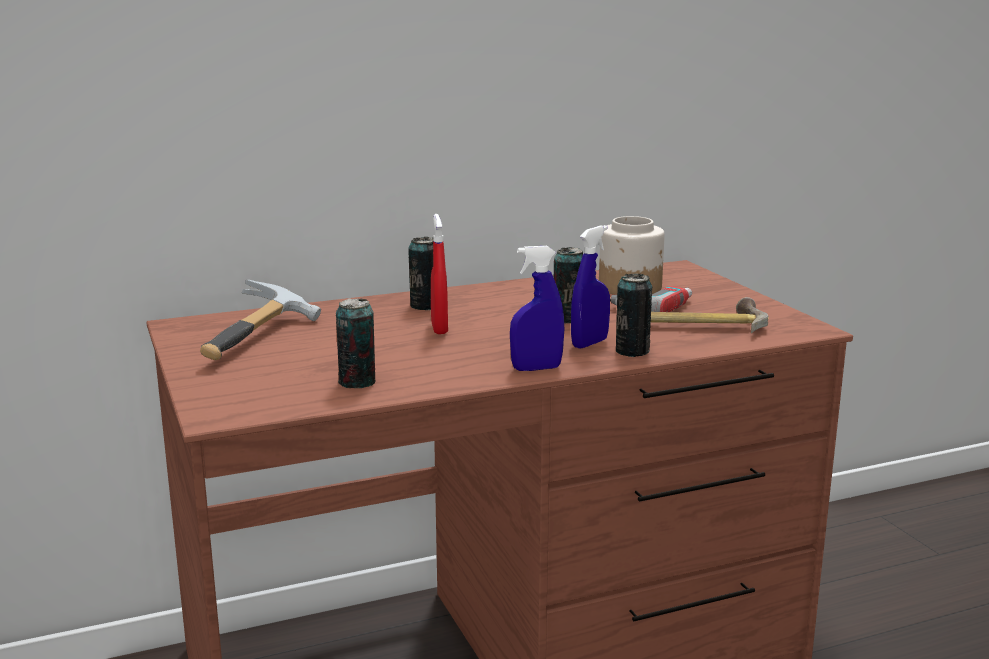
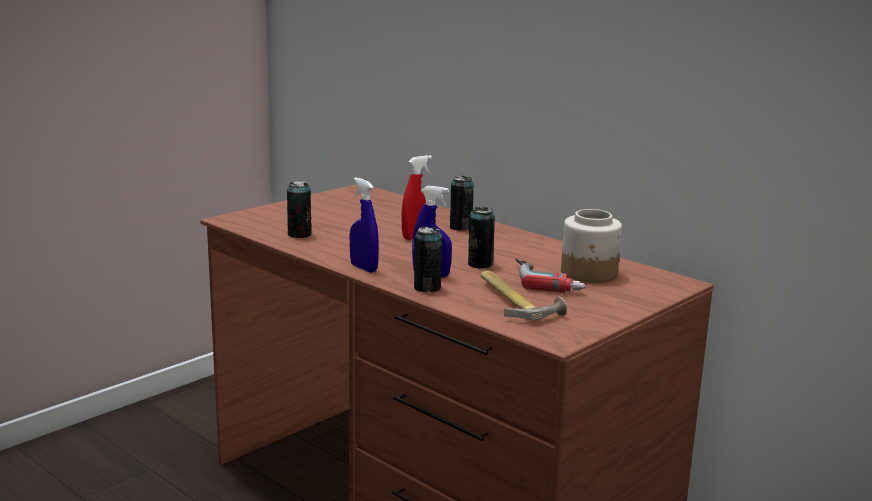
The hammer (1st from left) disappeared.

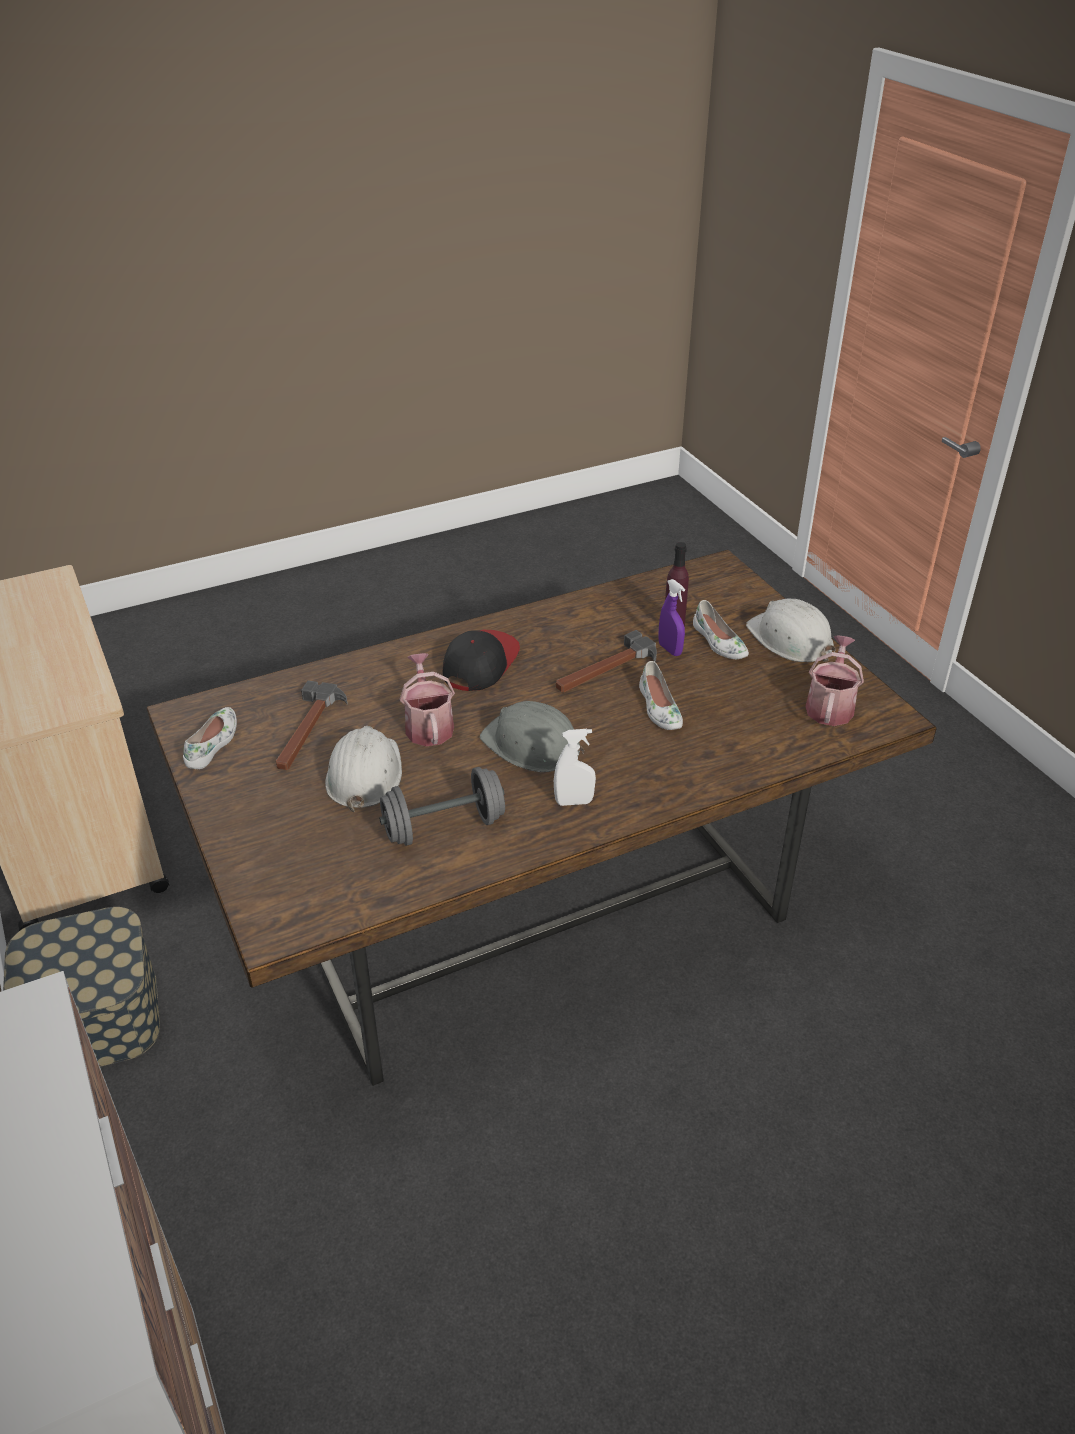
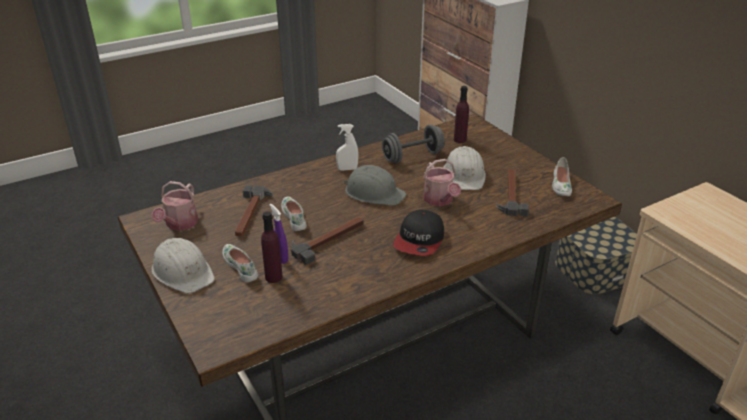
The bottle (purple) (2nd from left) appeared.
The hammer (1st from left) appeared.

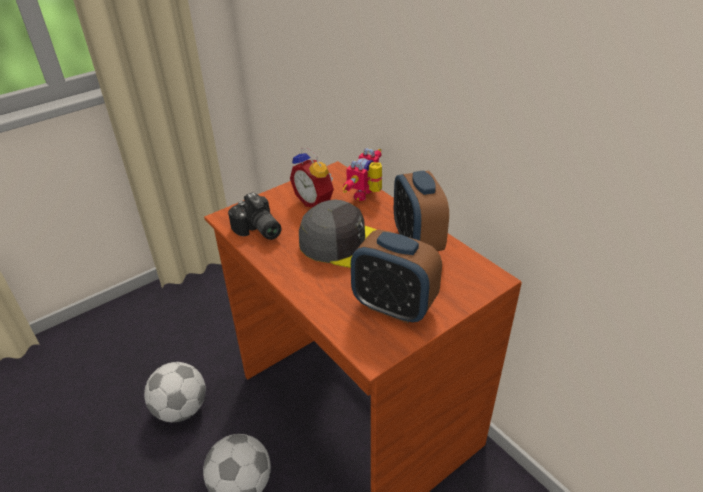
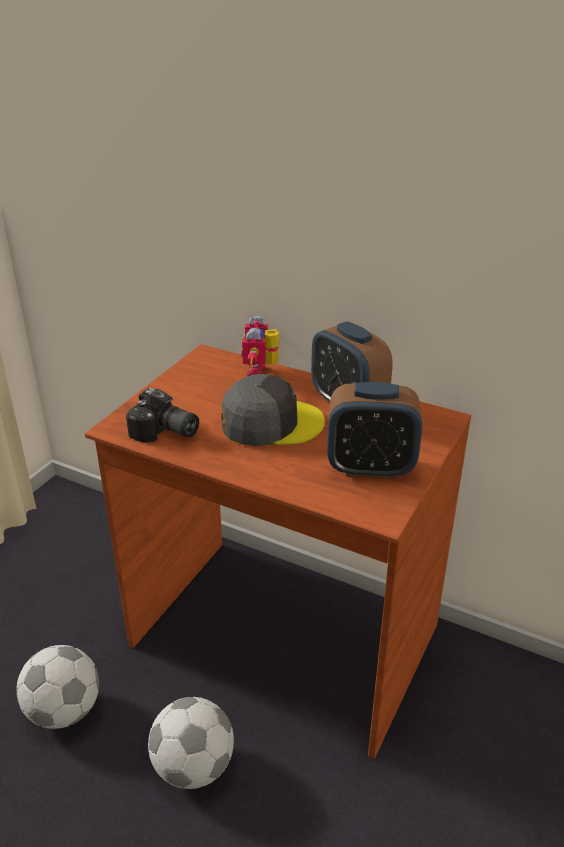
The alarm clock (1st from left) disappeared.

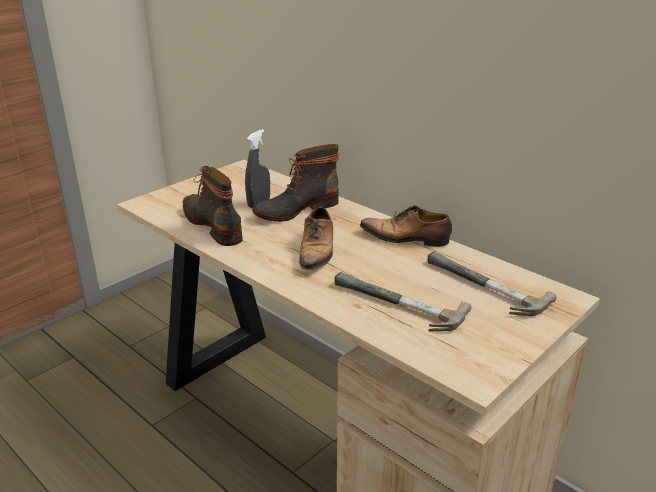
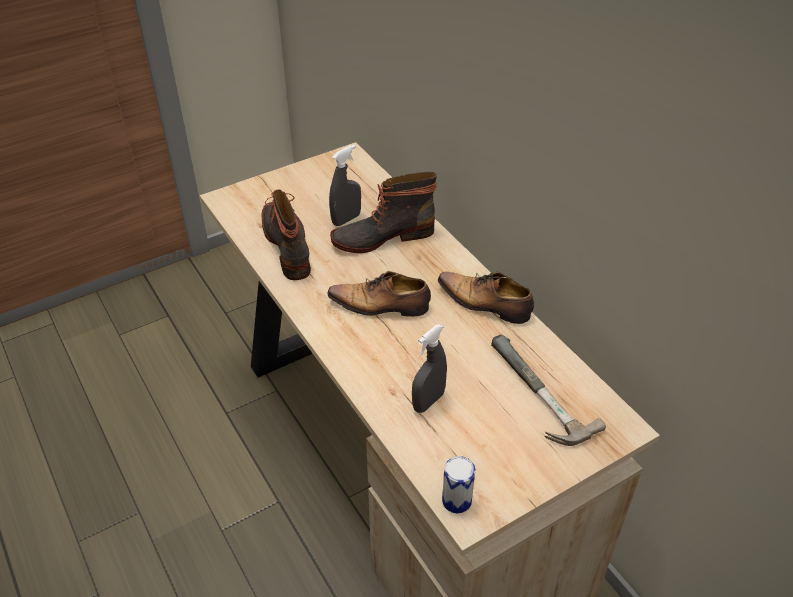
The shoe (1st from left) turned 75 degrees clockwise.
The hammer (1st from left) was replaced by the spray bottle (grey) (2nd from left).
The can appeared.

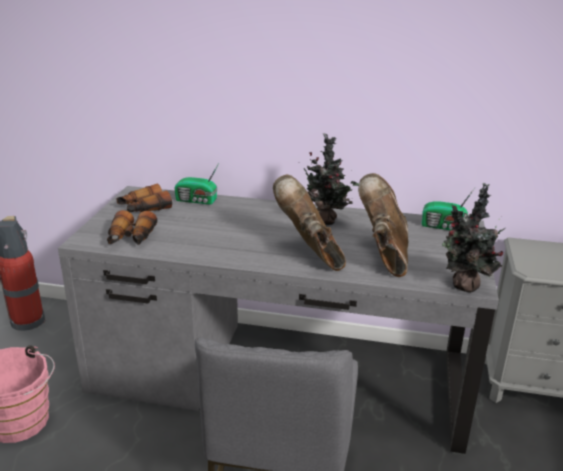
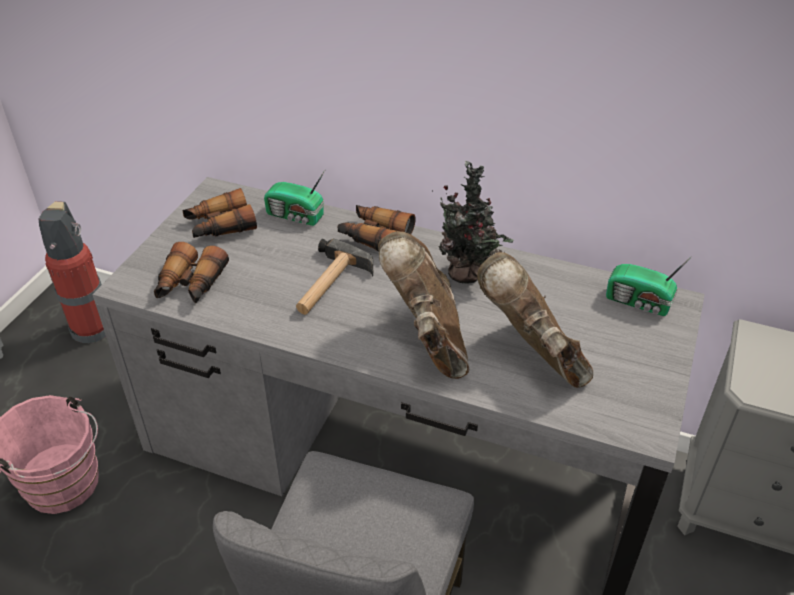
The boot (brown) (2nd from left) turned 45 degrees counterclockwise.
The potted plant (2nd from left) disappeared.
The binoculars (3rd from left) appeared.
The hammer appeared.

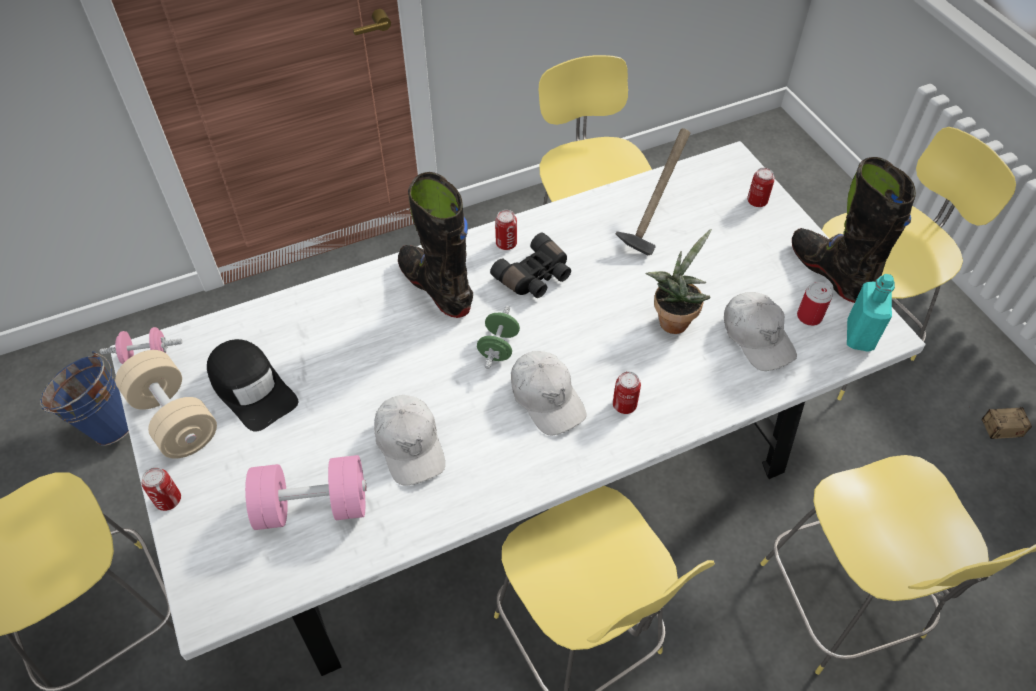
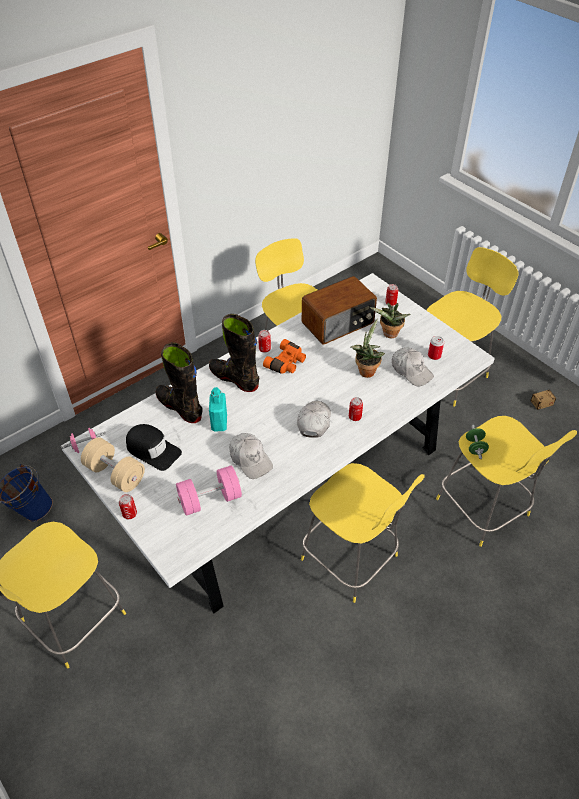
The hammer was replaced by the radio.
The boot (black) (2nd from left in the first image) moved.
The binoculars (black) became the binoculars (orange).
The bottle (turquoise) moved.
The dumbbell (green) moved.
The cap (white) (2nd from left) turned 120 degrees counterclockwise.
The potted plant (2nd from left) appeared.

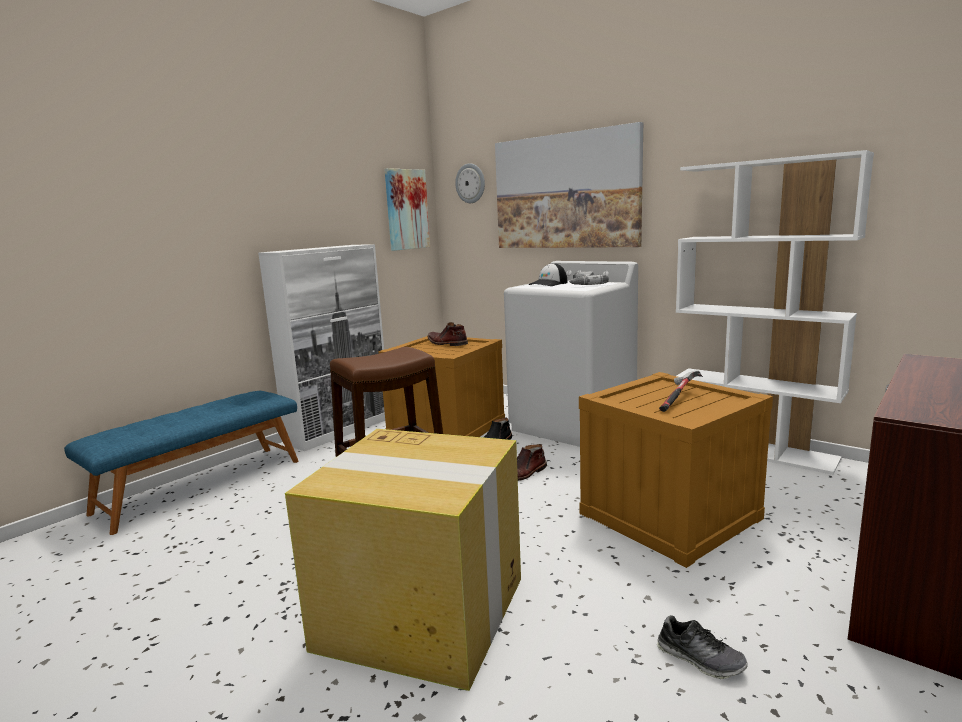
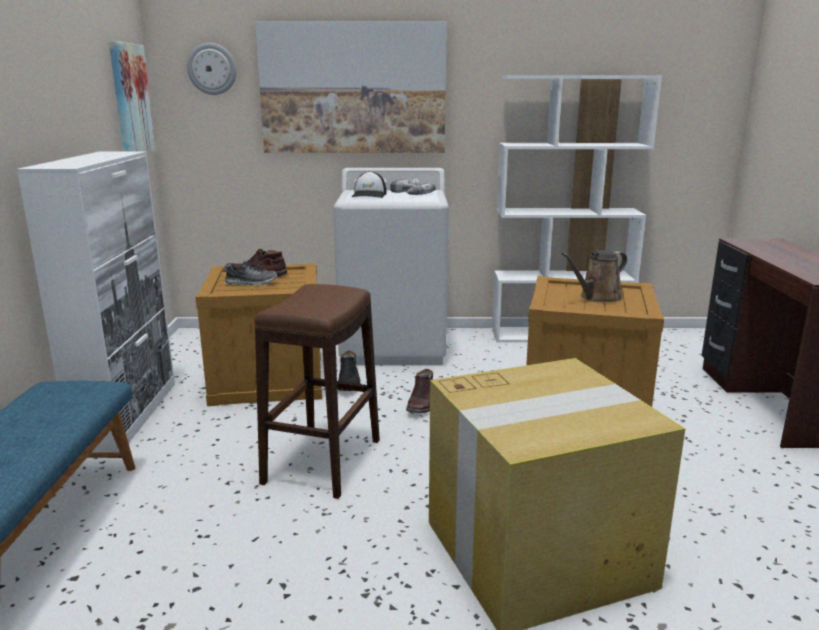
The hammer was replaced by the watering can (brown).
The shoe moved.

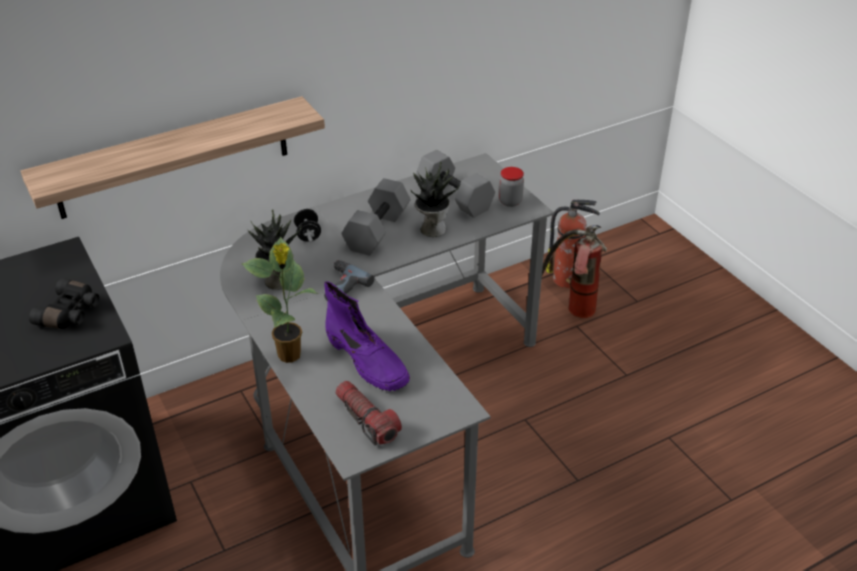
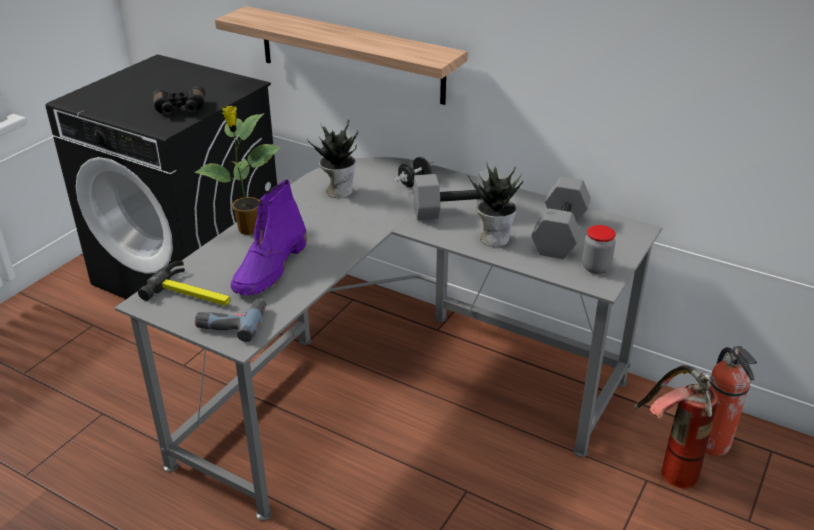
The power drill moved.
The flashlight was replaced by the hammer.

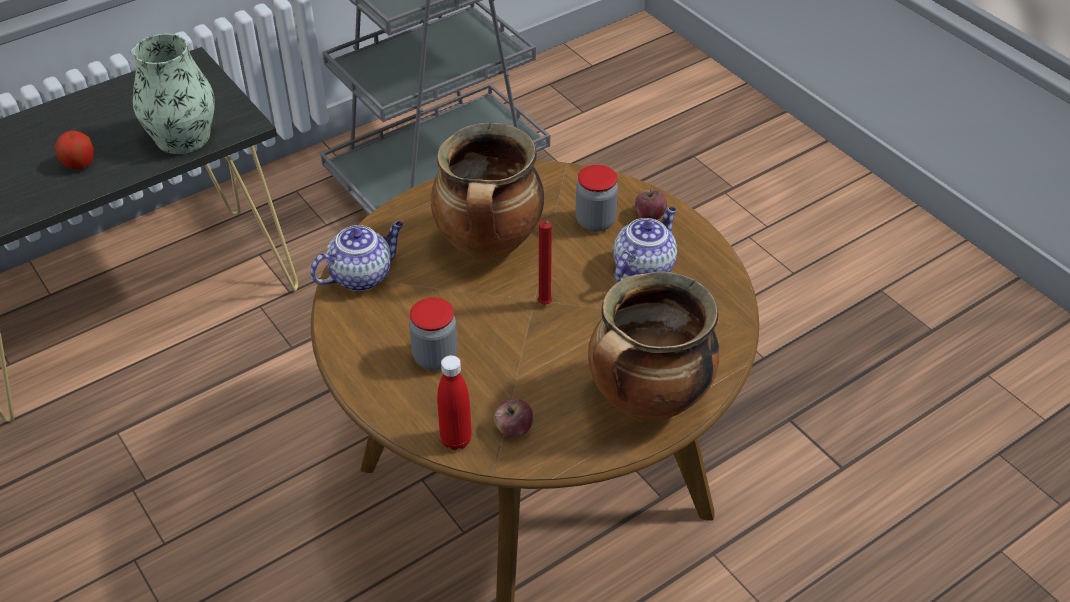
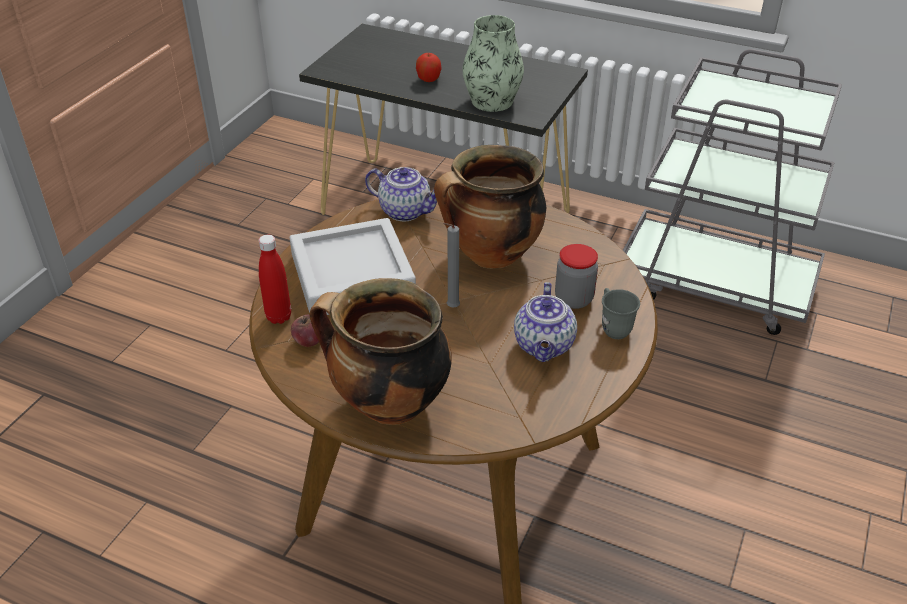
The apple (3rd from left) was replaced by the mug (grey).
The teapot (2nd from left) turned 90 degrees clockwise.
The candle (red) became the candle (grey).
The jar (1st from left) was replaced by the tray (grey).

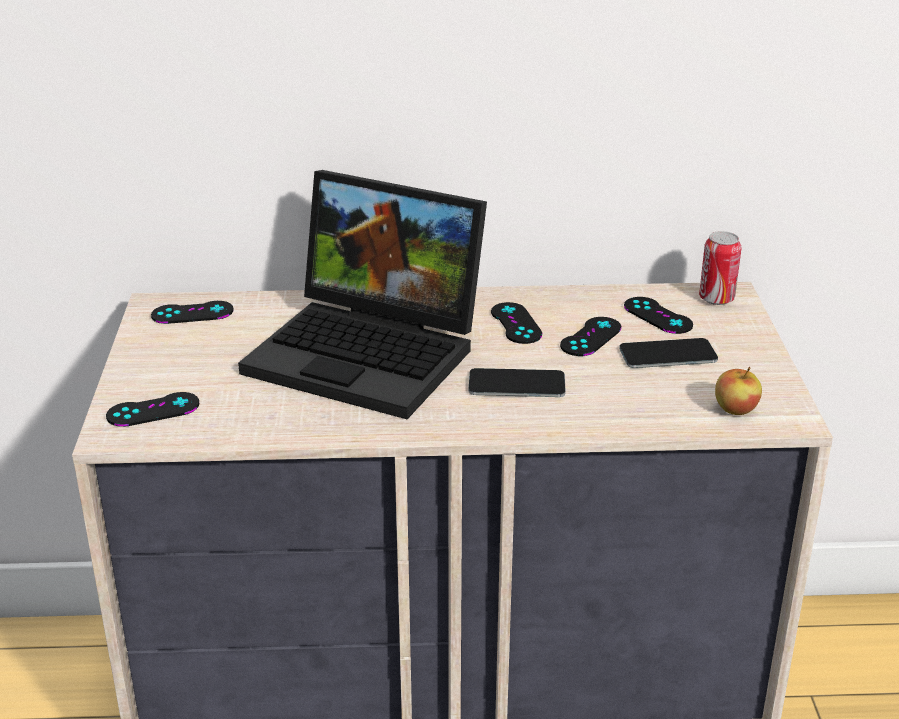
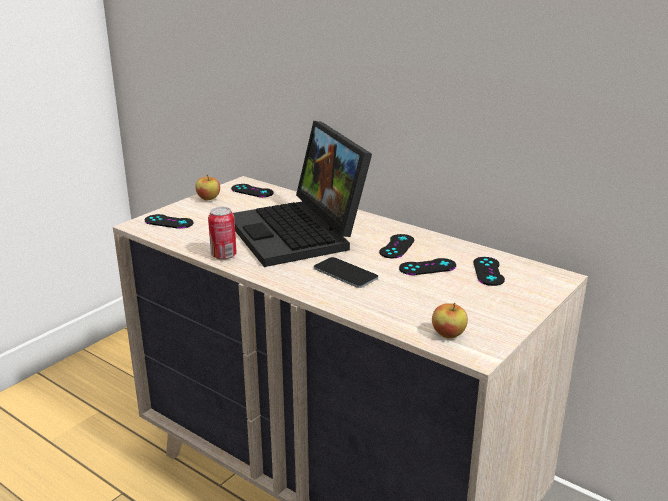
The can moved.
The phone (2nd from left) disappeared.
The apple (1st from left) appeared.

